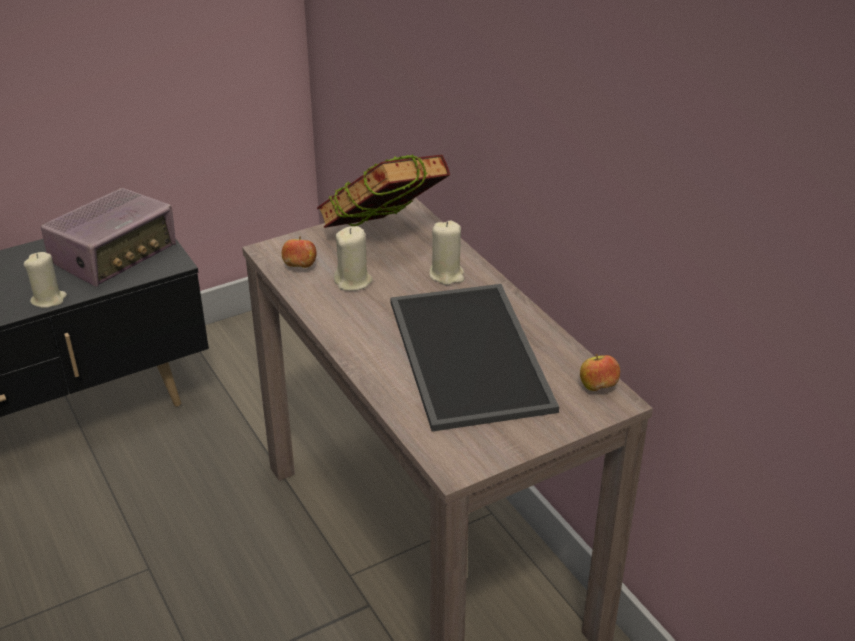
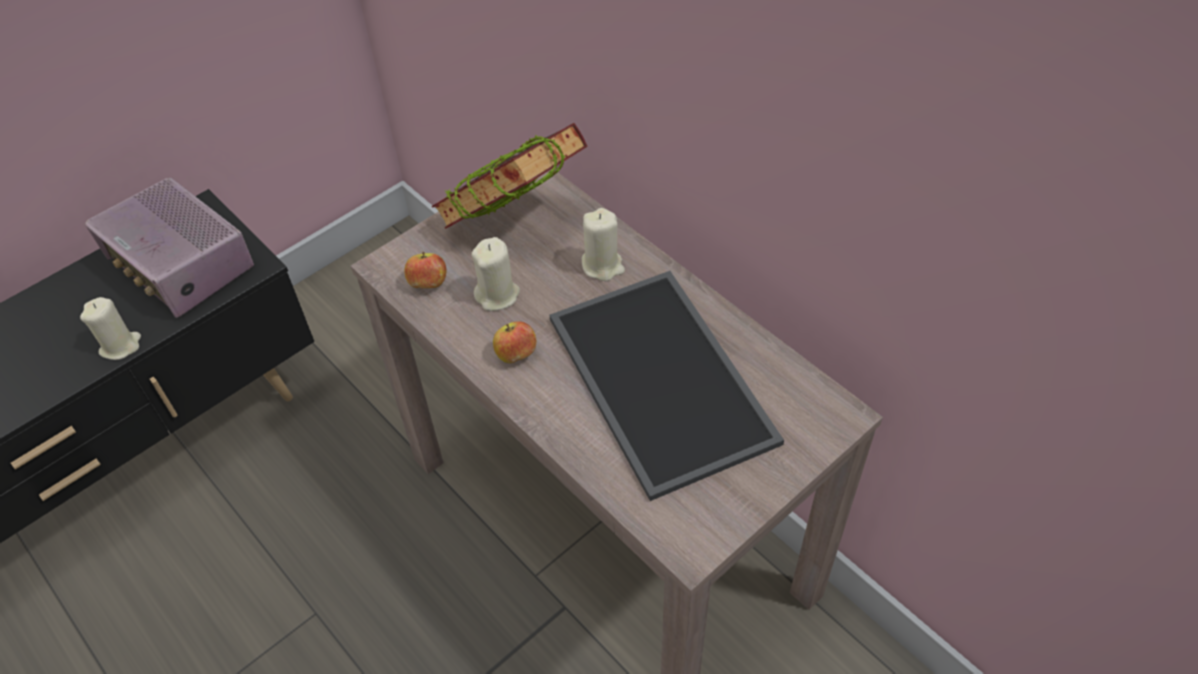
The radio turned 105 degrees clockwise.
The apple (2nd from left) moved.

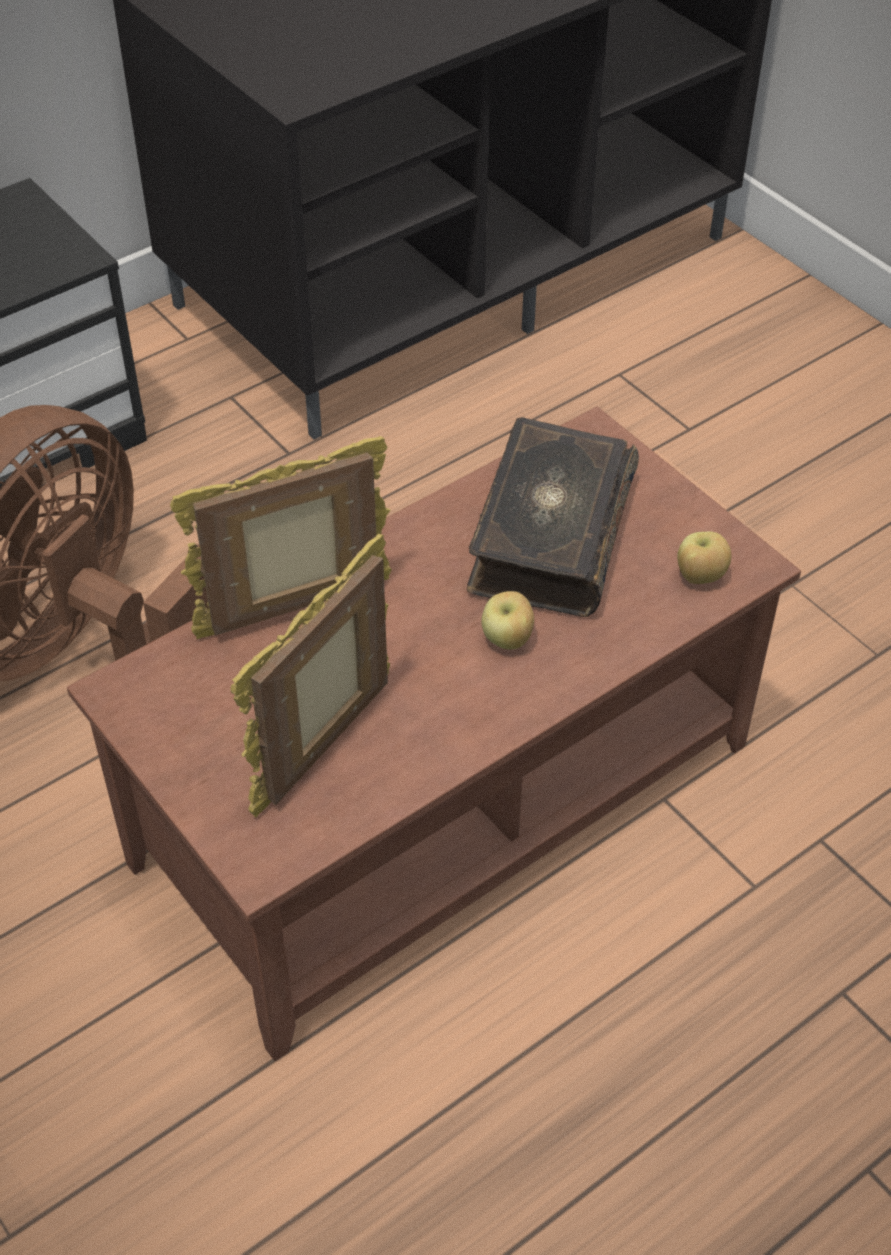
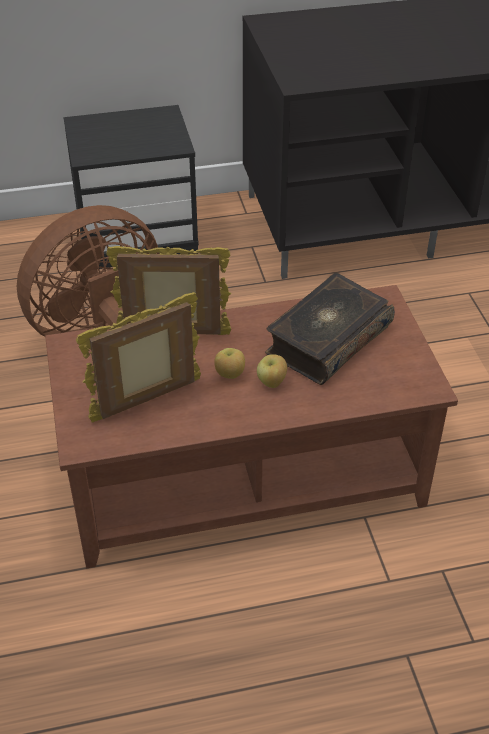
The apple (2nd from left in the first image) moved.

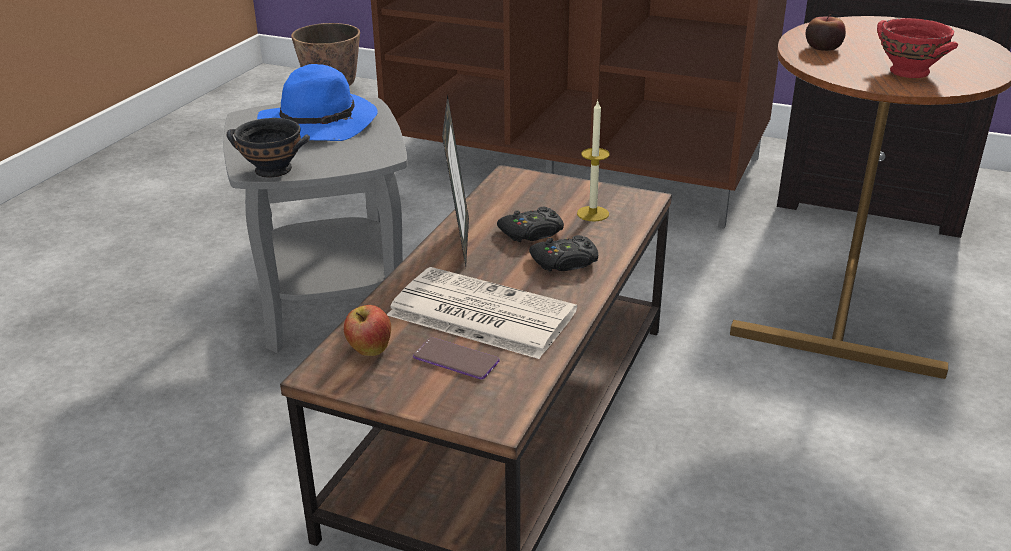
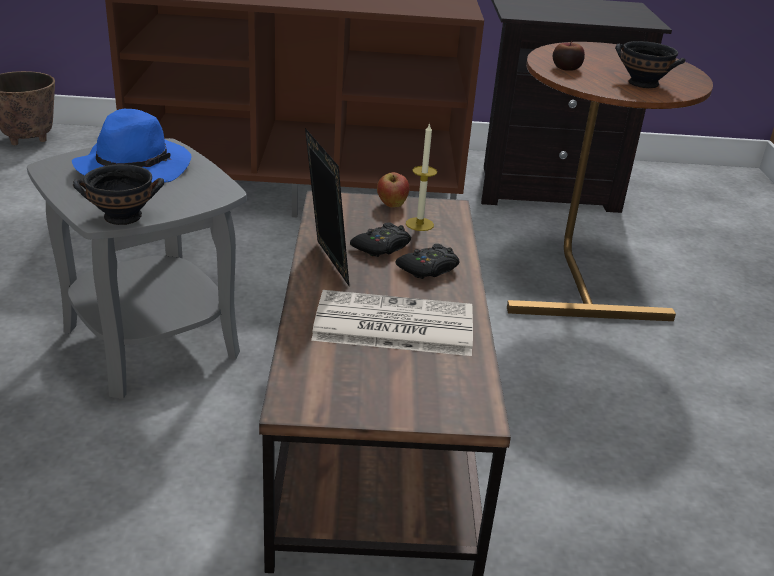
The bowl (red) became the bowl (black) (2nd from left).
The apple (1st from left) moved.
The phone disappeared.

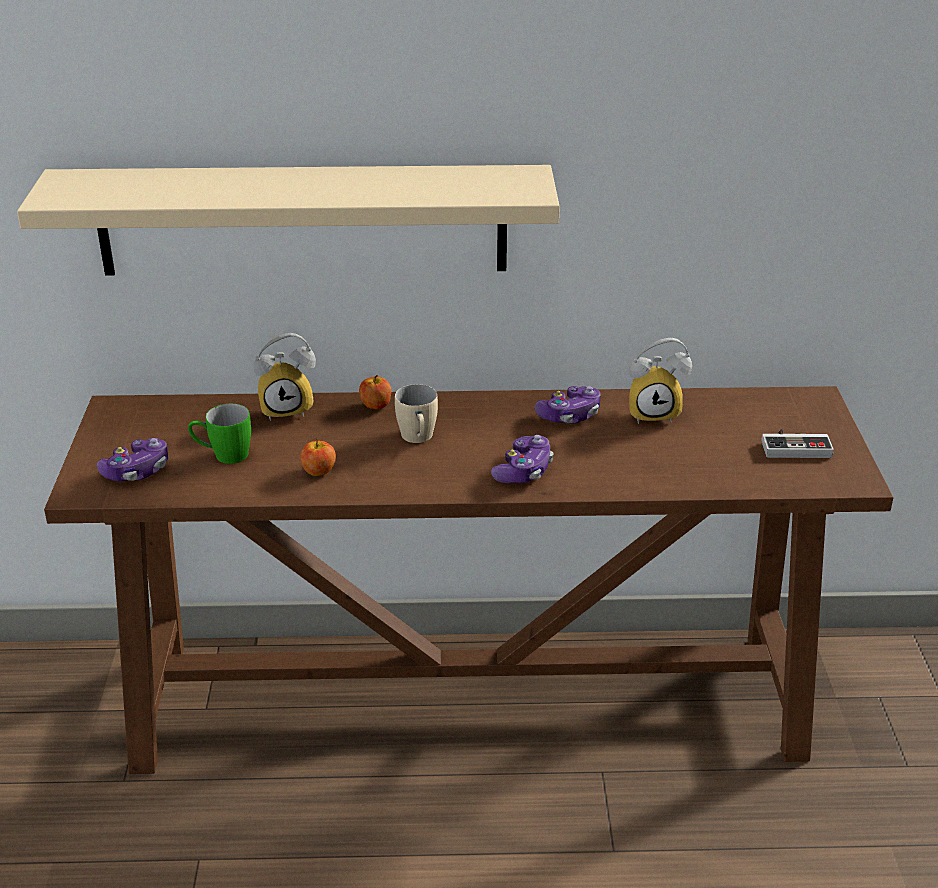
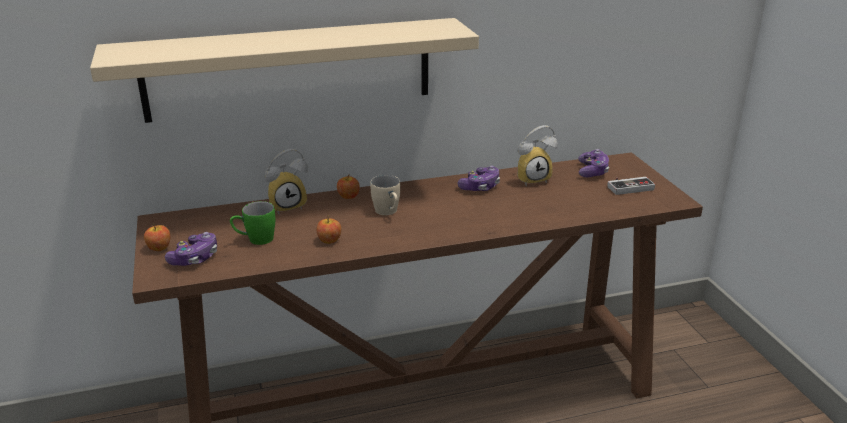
The game controller (2nd from left in the first image) moved.
The apple (1st from left) appeared.

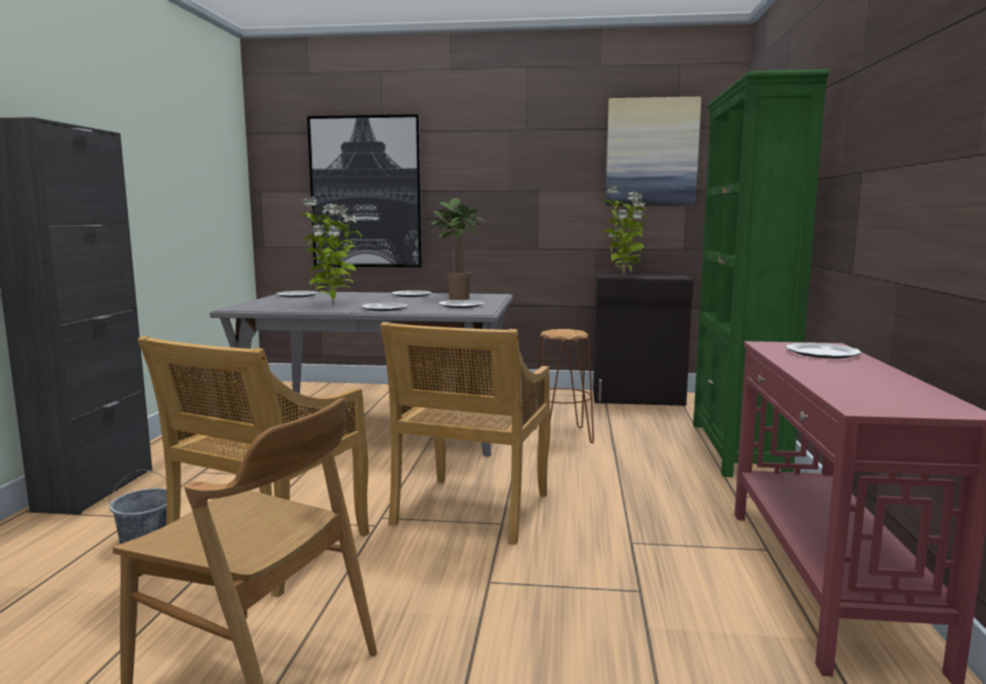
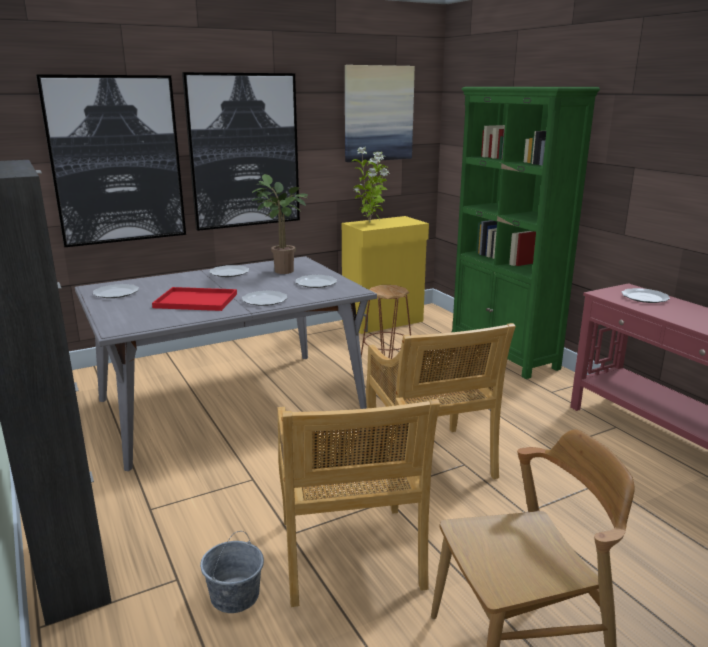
The potted plant (1st from left) was replaced by the tray (red).
The cabinet (black) (2nd from left) became the cabinet (yellow).
The picture (2nd from left) appeared.

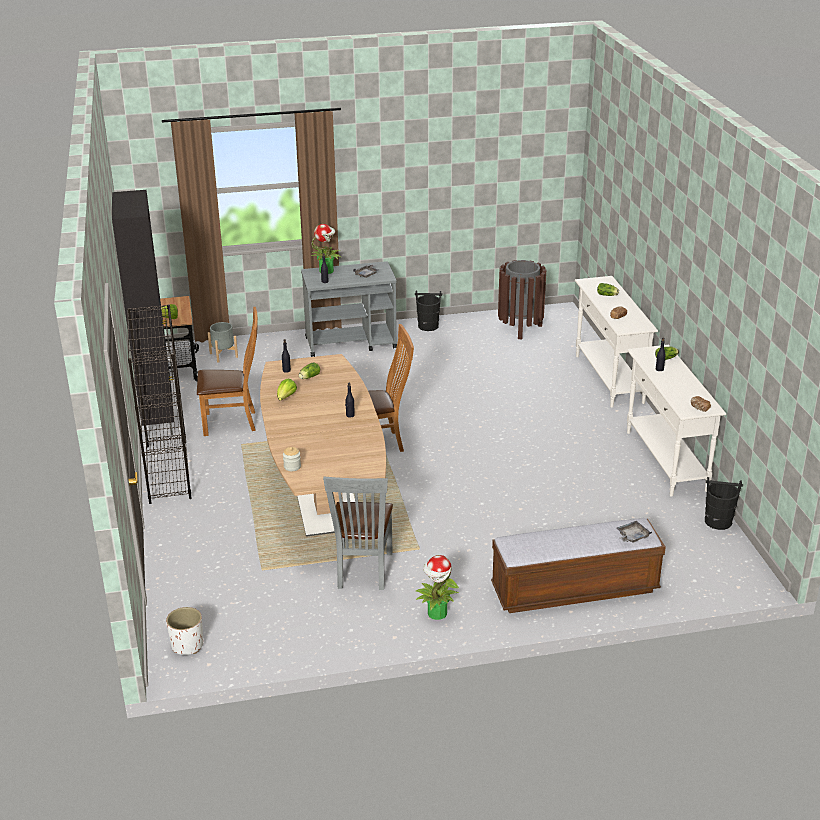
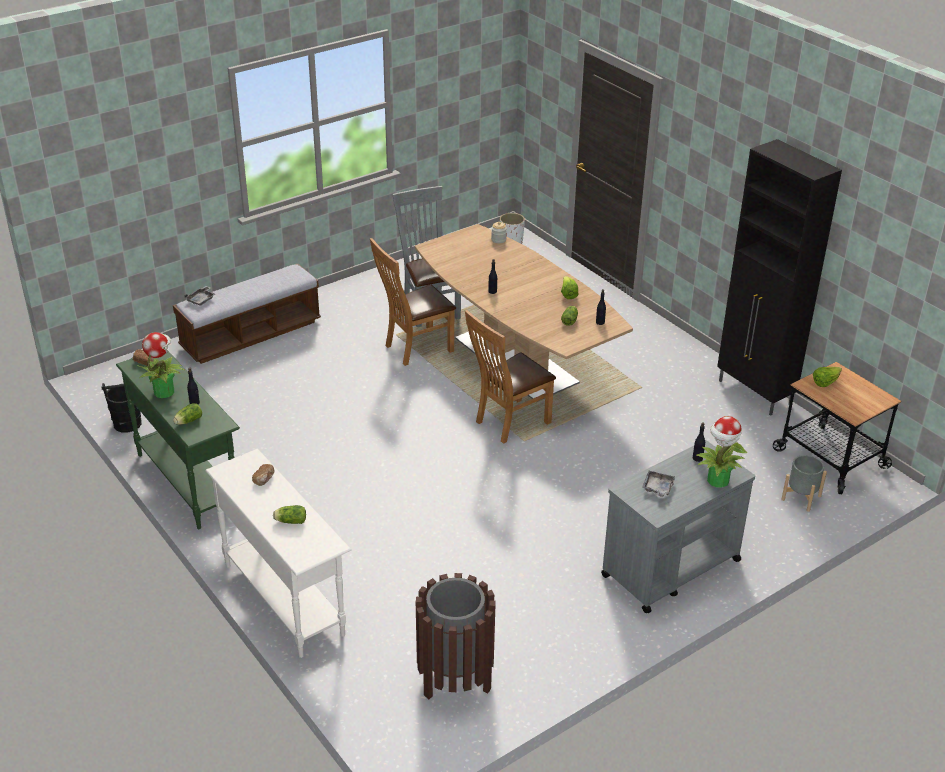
The bucket (black) (1st from left) disappeared.
The bookcase (black) disappeared.
The chair (brown) (1st from left) moved.
The console table (white) (2nd from left) became the console table (green).
The potted plant (2nd from left in the first image) moved.

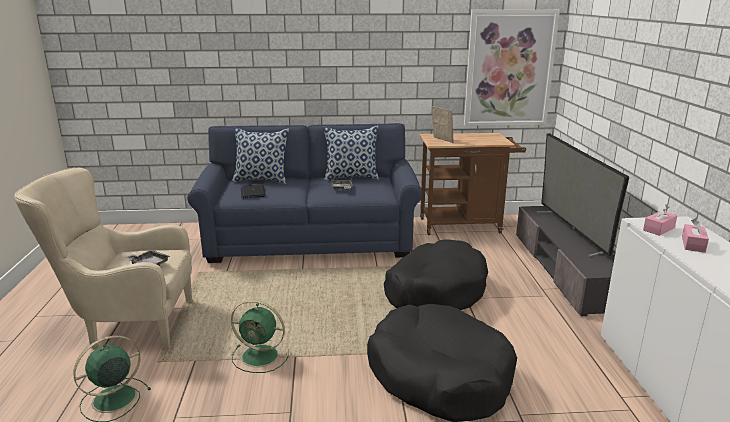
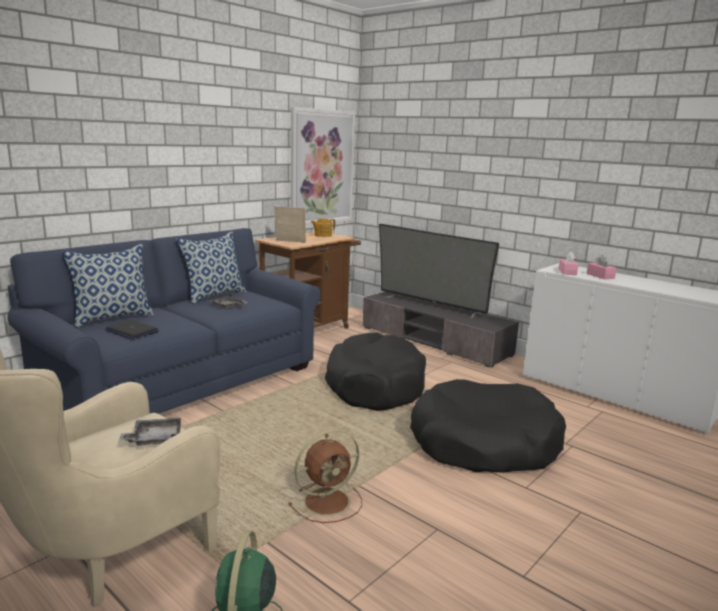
The fan (green) (2nd from left) became the fan (brown).
The teapot appeared.

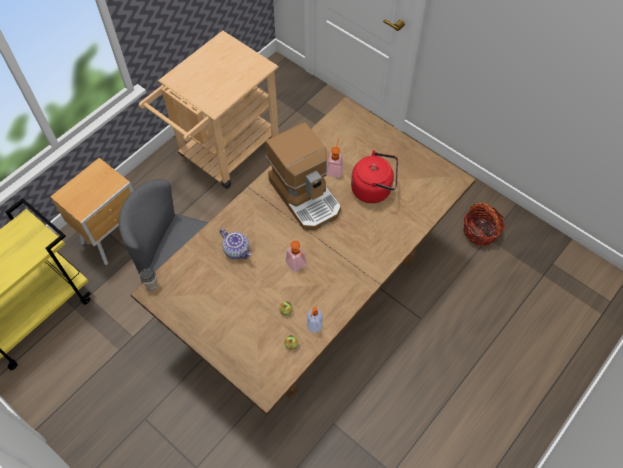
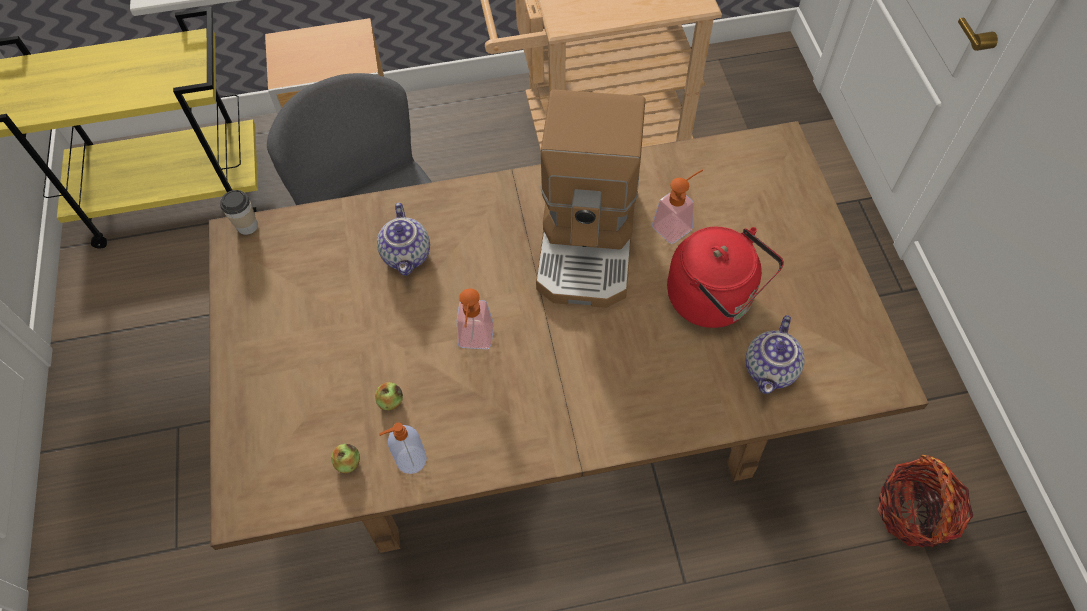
The teapot (2nd from left) appeared.

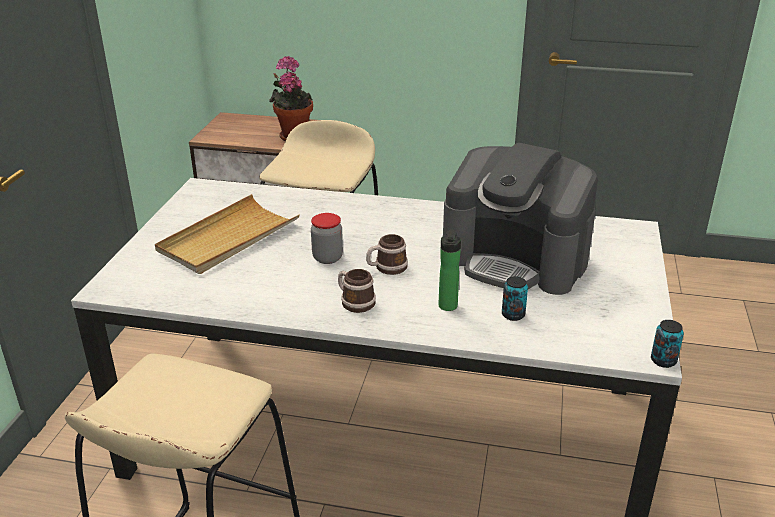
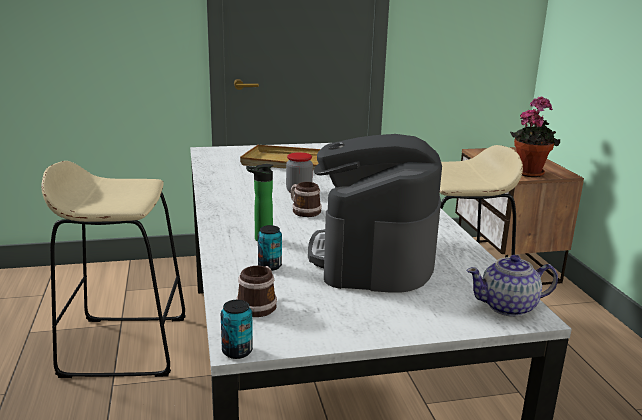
The mug (1st from left) moved.
The teapot appeared.

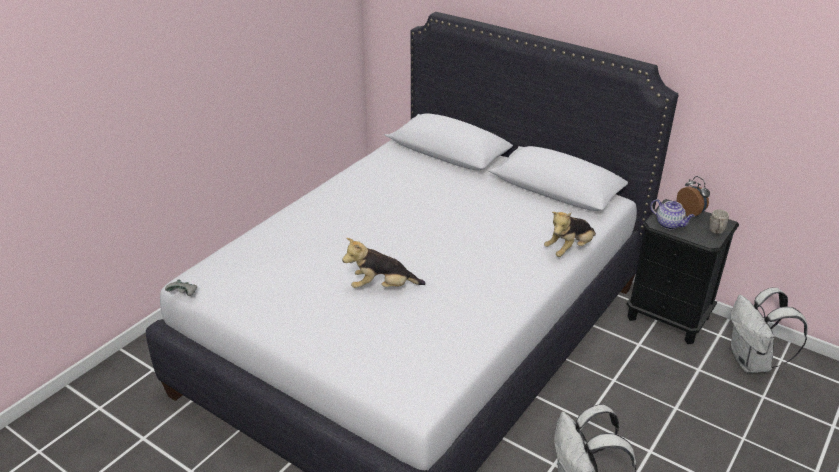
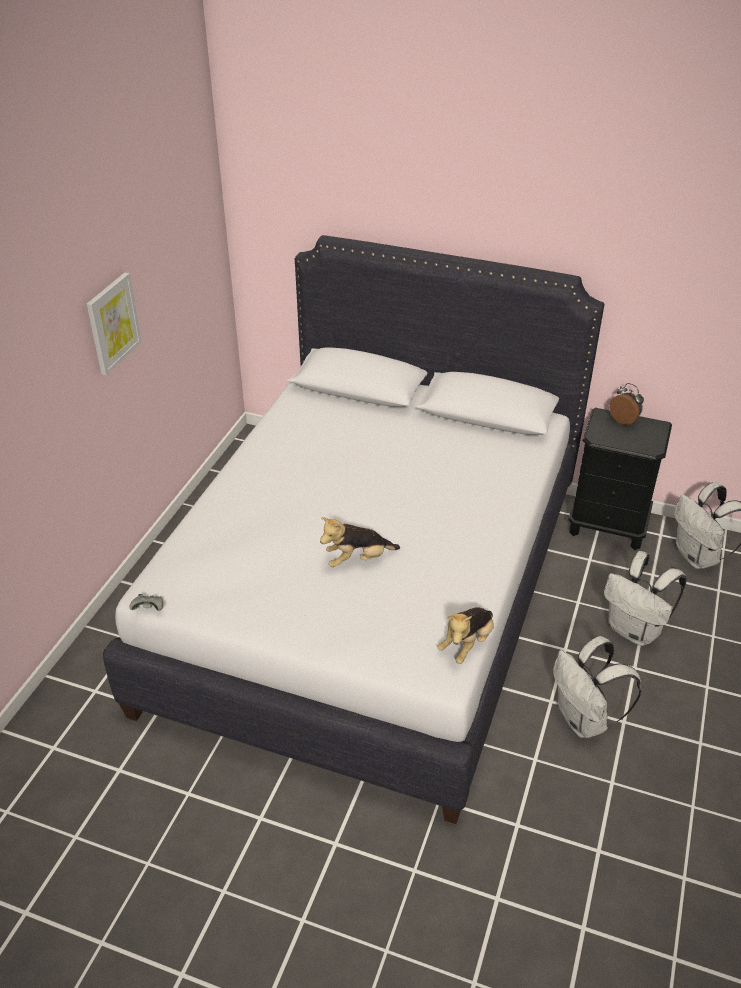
The teapot disappeared.
The mug (grey) disappeared.
The plush toy (2nd from left) moved.
The picture appeared.
The backpack (white) (2nd from left) appeared.

